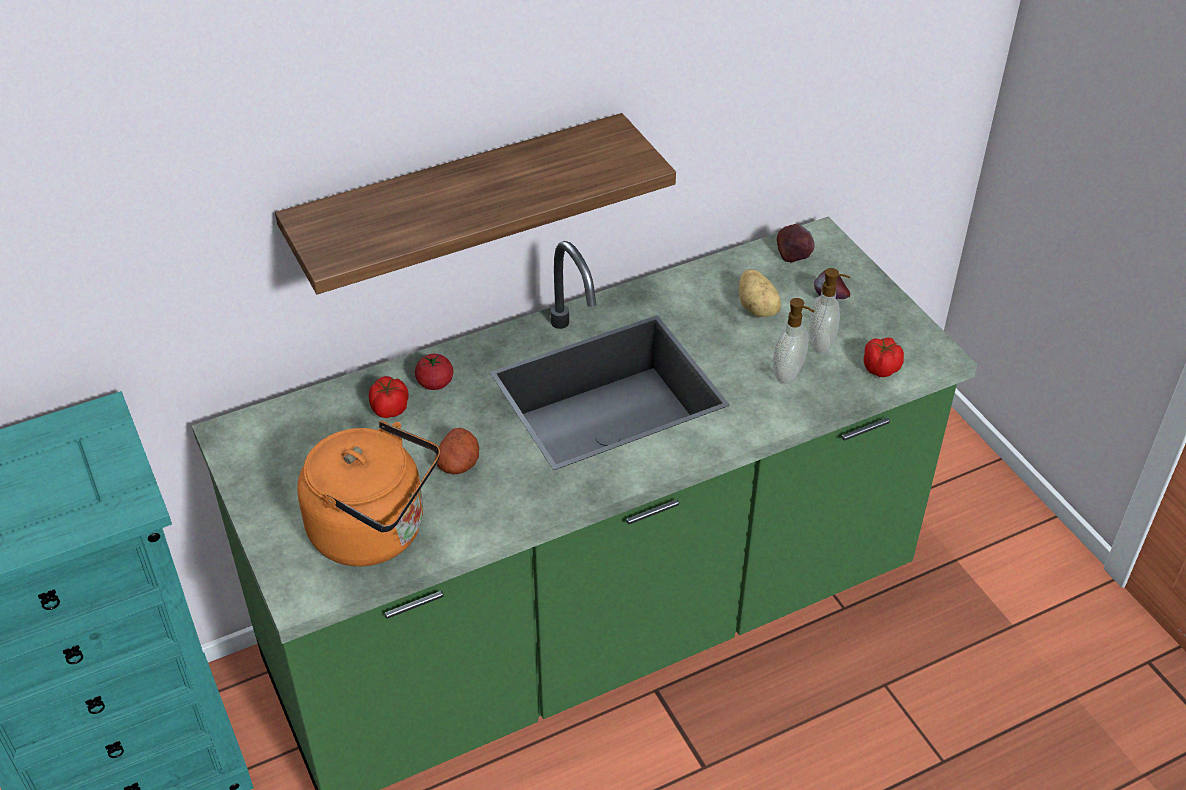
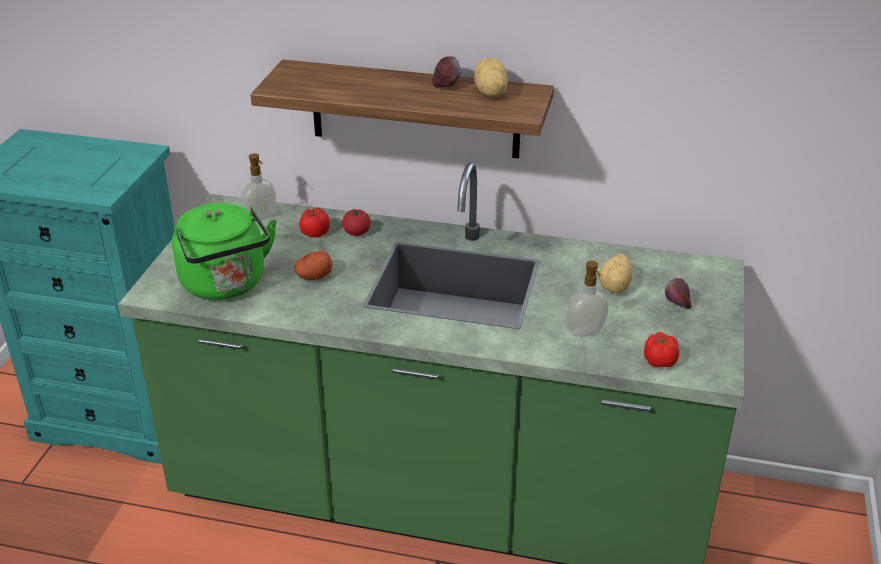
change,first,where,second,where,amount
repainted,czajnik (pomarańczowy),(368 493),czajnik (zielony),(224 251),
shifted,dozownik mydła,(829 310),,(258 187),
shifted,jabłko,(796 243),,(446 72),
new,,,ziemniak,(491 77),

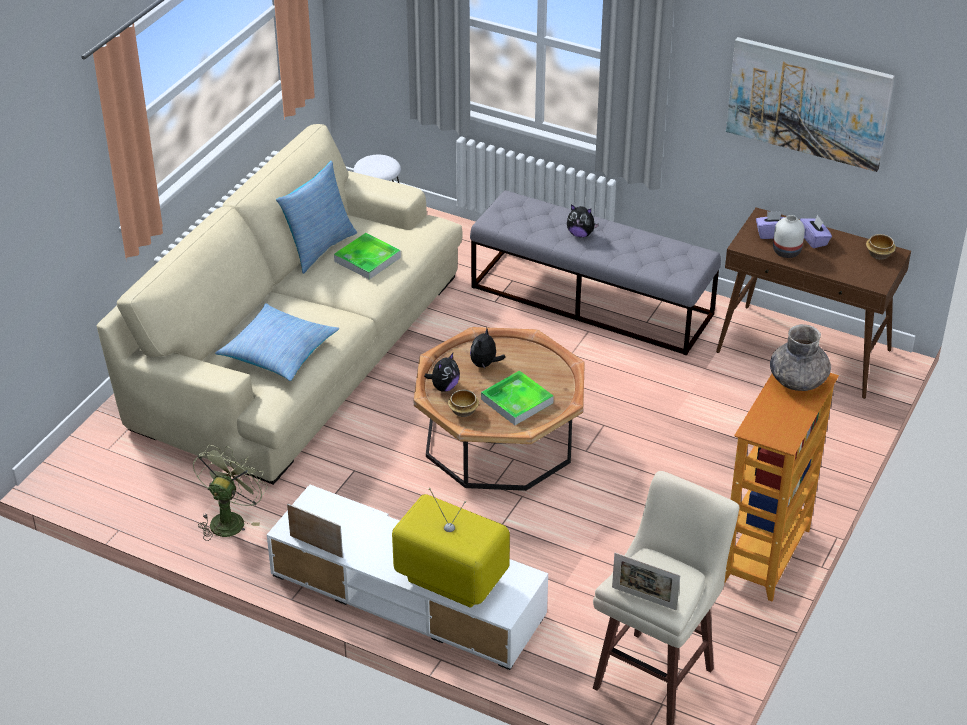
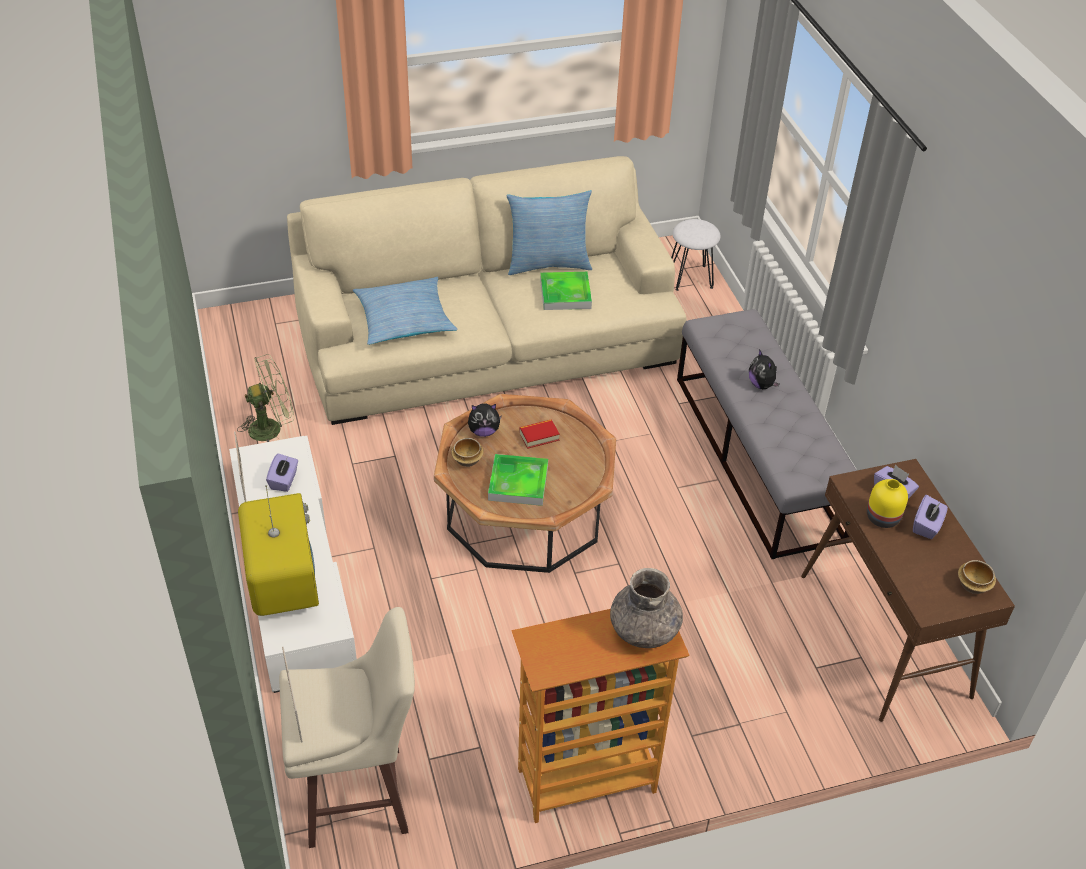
change,first,where,second,where,amount
new,,,pudełko chusteczek (fioletowy),(282 473),
swapped,pluszak,(487 347),książka,(539 434),
repainted,wazon (biały),(789 236),wazon (żółty),(887 503),
gone,obraz,(810 104),,,

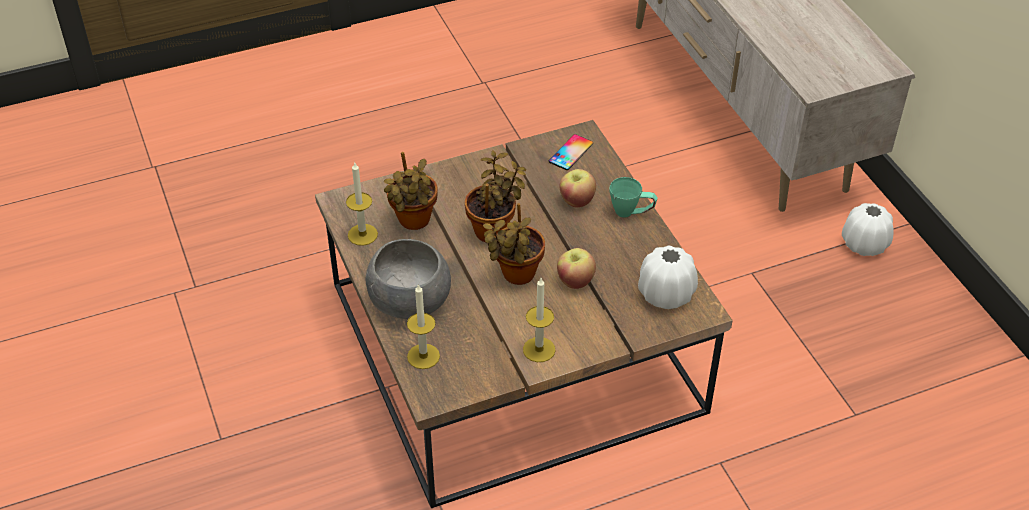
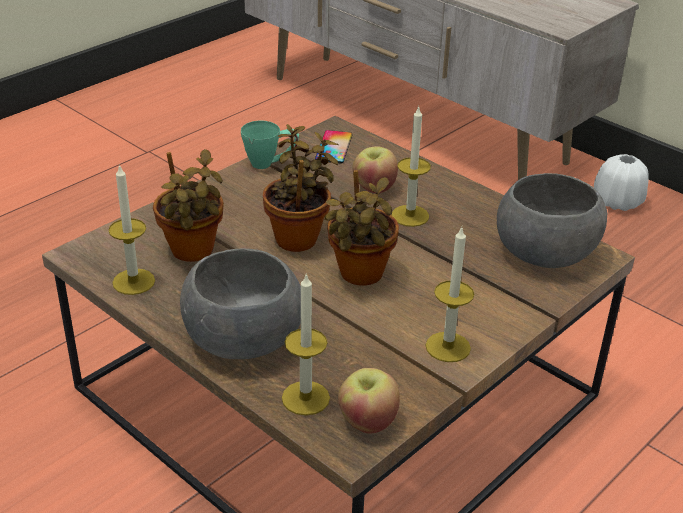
change,first,where,second,where,amount
shifted,kubek (zielony),(633 197),,(270 145),
shifted,jabłko,(576 268),,(369 401),
new,,,świeca,(411 166),
swapped,wazon (biały),(668 277),miska (szary),(552 220),

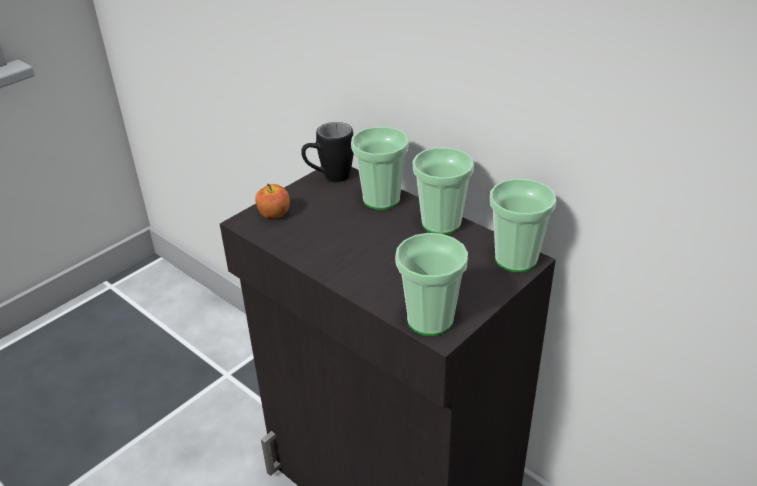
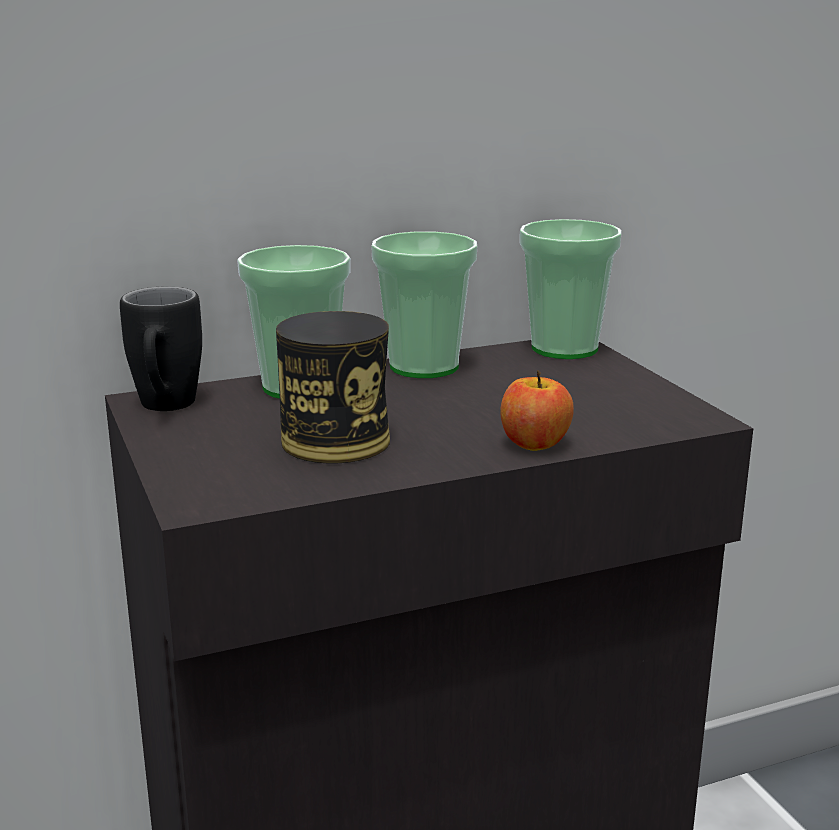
change,first,where,second,where,amount
new,,,puszka,(333 387),
shifted,jabłko,(272 201),,(537 410),
gone,filiżanka,(431 284),,,

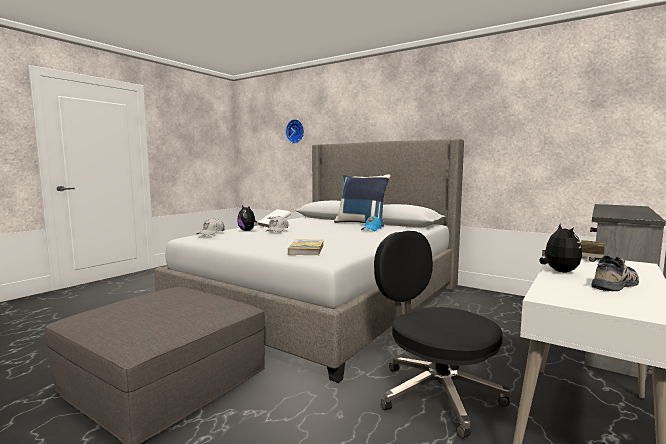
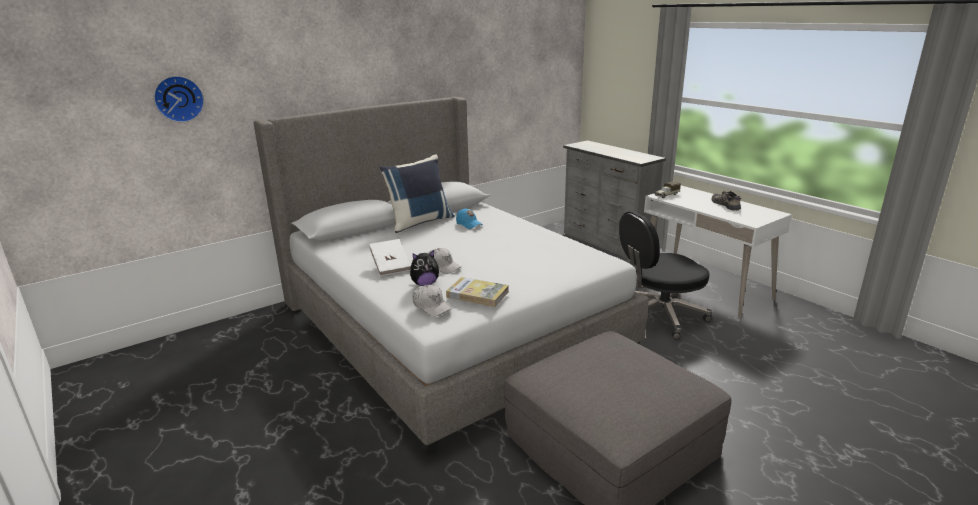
change,first,where,second,where,amount
shifted,książka,(306 247),,(477 292),
gone,pluszak,(561 247),,,

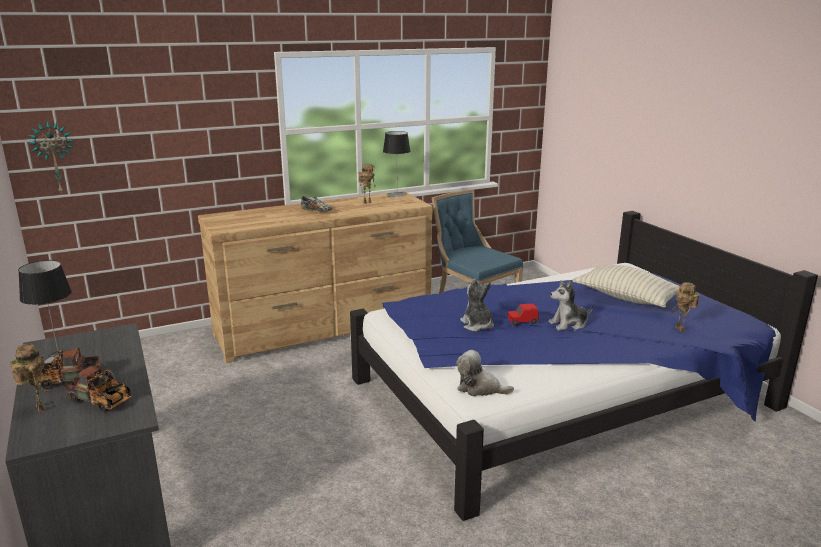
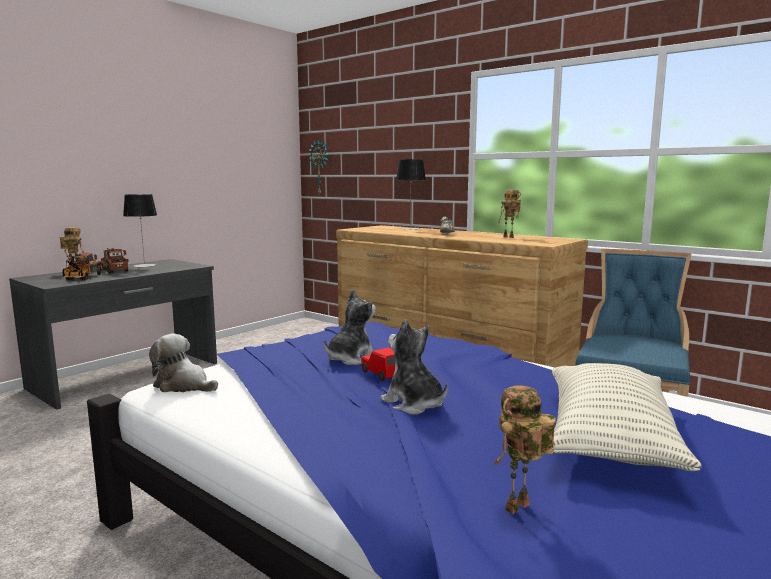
change,first,where,second,where,amount
rotated,pluszak,(485 373),,(183 362),60 degrees counterclockwise
shifted,lampa stołowa,(397 164),,(411 194),

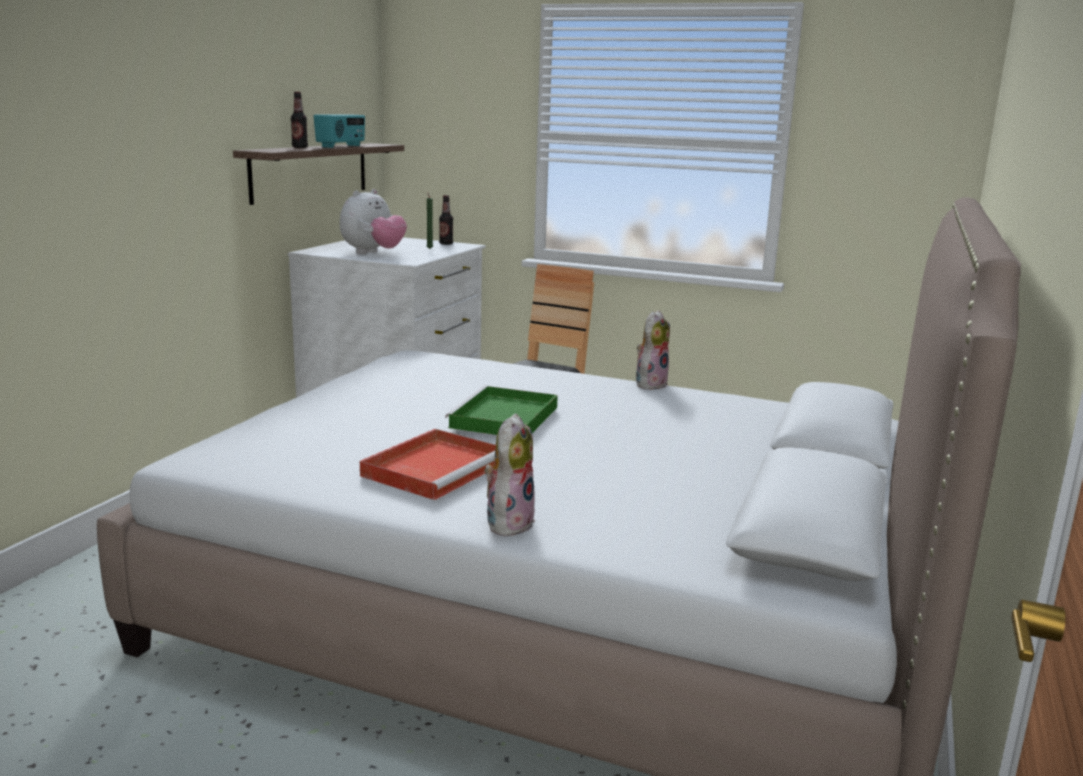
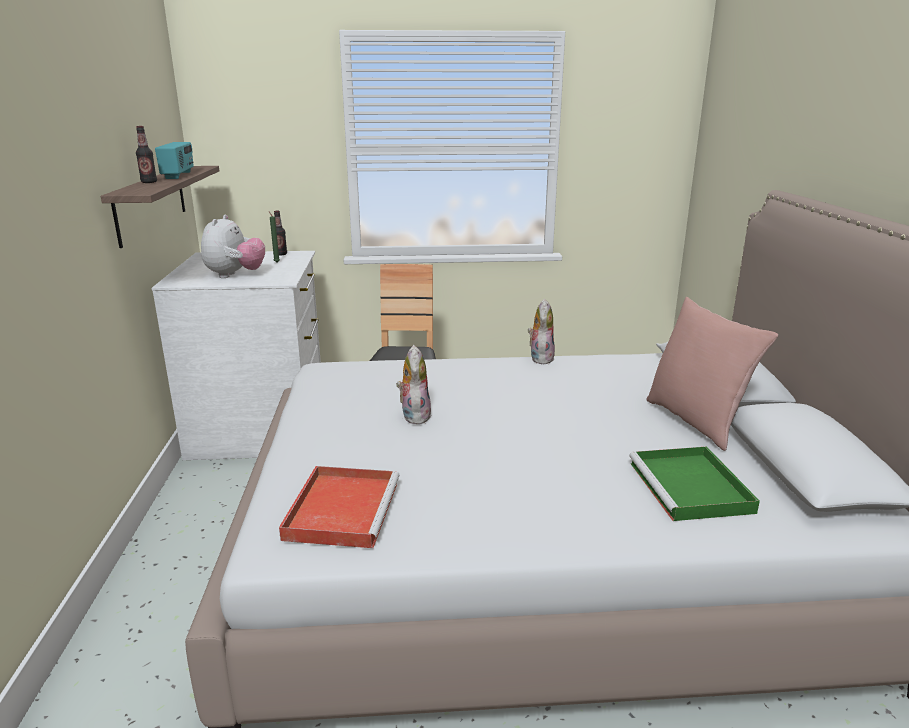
change,first,where,second,where,amount
shifted,taca (czerwony),(428 464),,(339 507),
shifted,pluszak,(509 475),,(413 385),
shifted,taca (zielony),(501 410),,(694 483),
new,,,poduszka (różowy),(712 374),

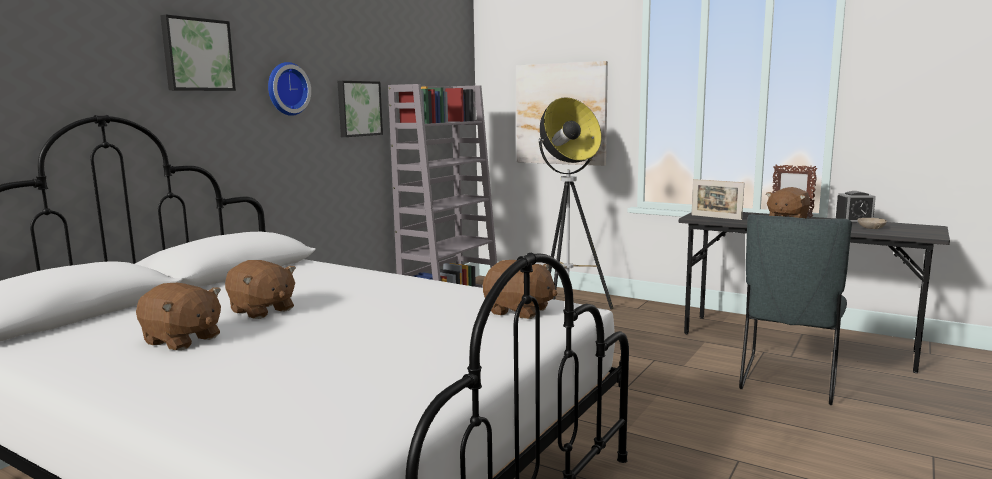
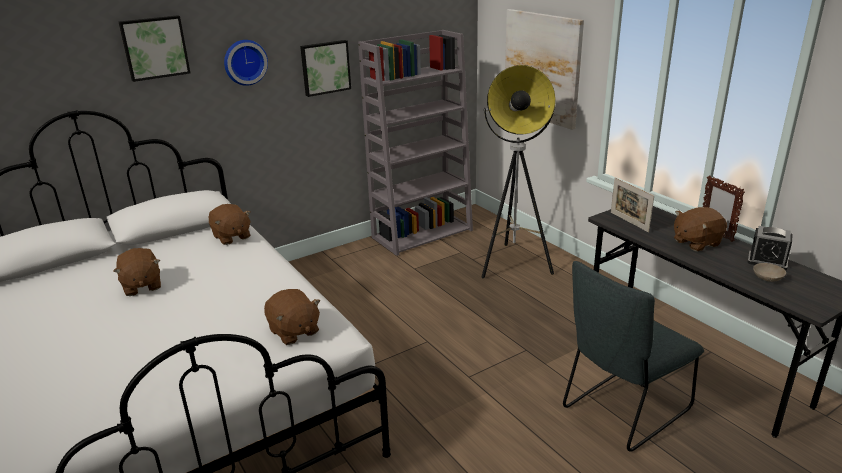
change,first,where,second,where,amount
shifted,pluszak (brązowy),(178 316),,(230 224),

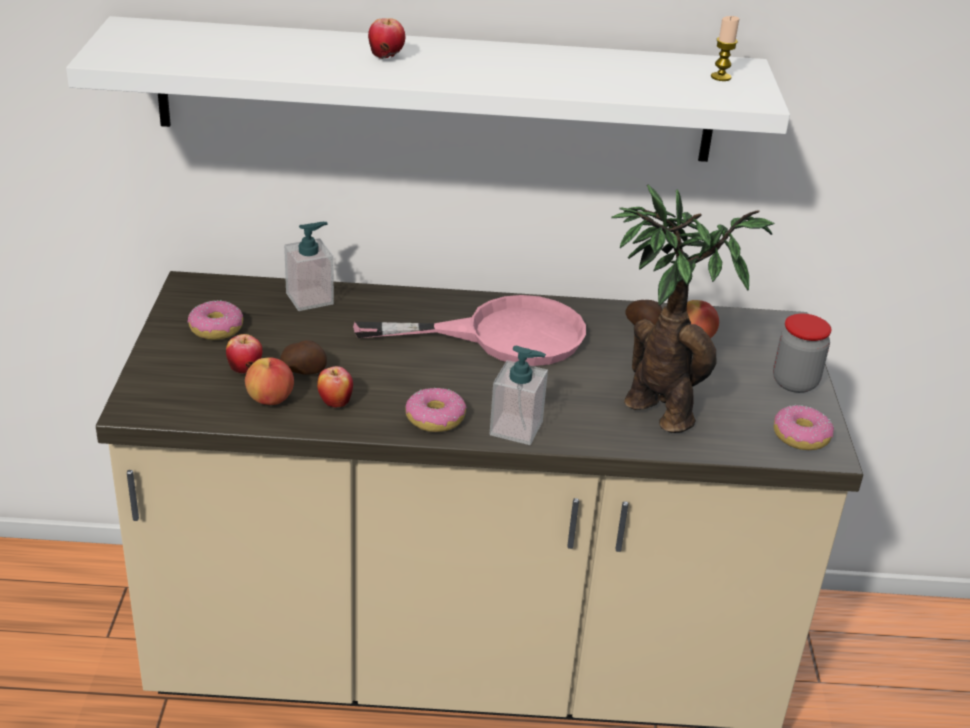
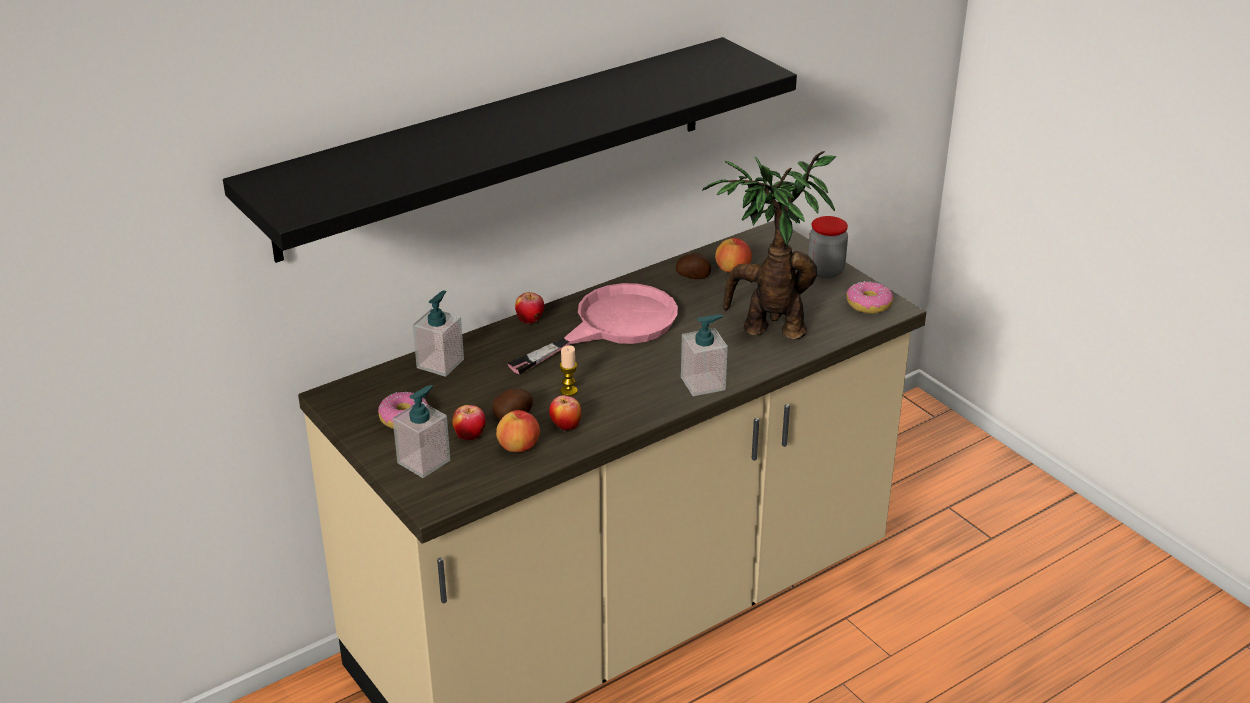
change,first,where,second,where,amount
repainted,półka (biały),(428 89),półka (czarny),(510 150),
new,,,dozownik mydła,(421 431),
shifted,jabłko,(386 38),,(529 308),
shifted,świeca,(725 48),,(569 370),
gone,donut,(436 410),,,

